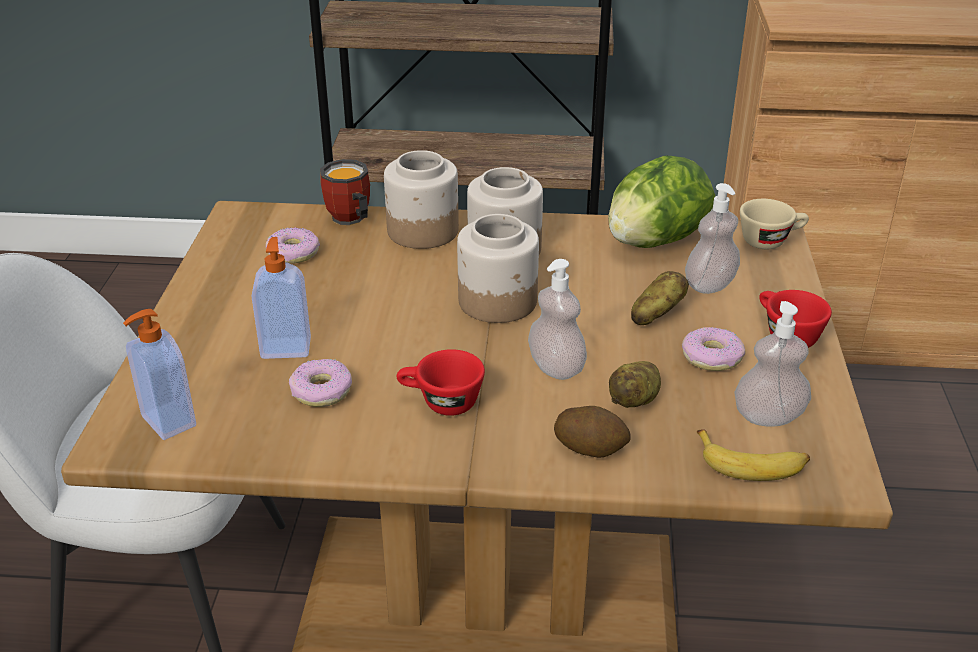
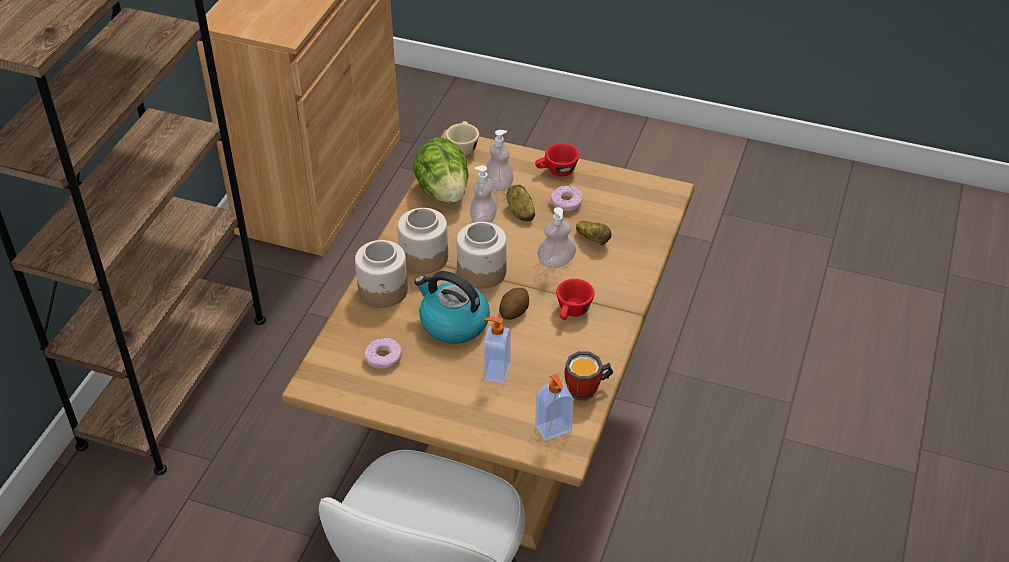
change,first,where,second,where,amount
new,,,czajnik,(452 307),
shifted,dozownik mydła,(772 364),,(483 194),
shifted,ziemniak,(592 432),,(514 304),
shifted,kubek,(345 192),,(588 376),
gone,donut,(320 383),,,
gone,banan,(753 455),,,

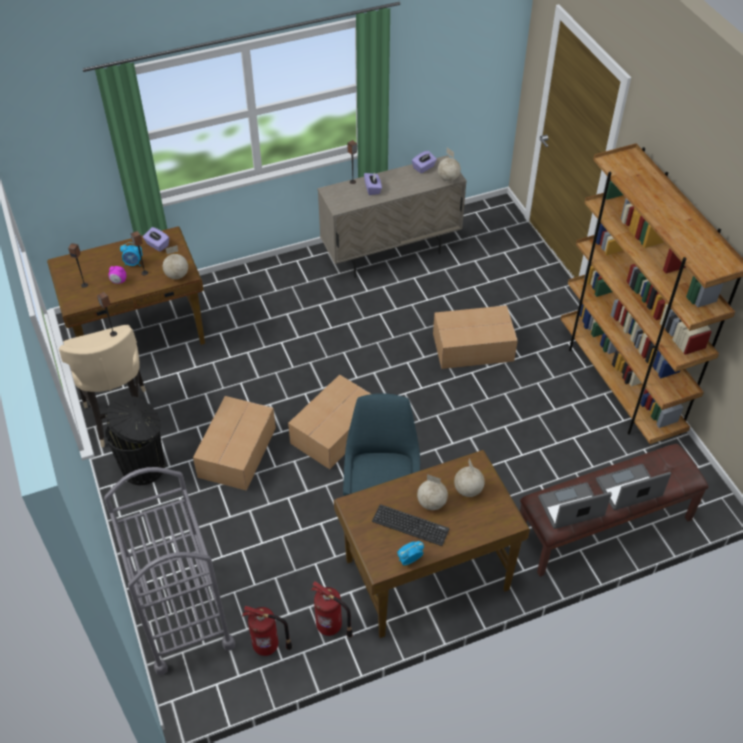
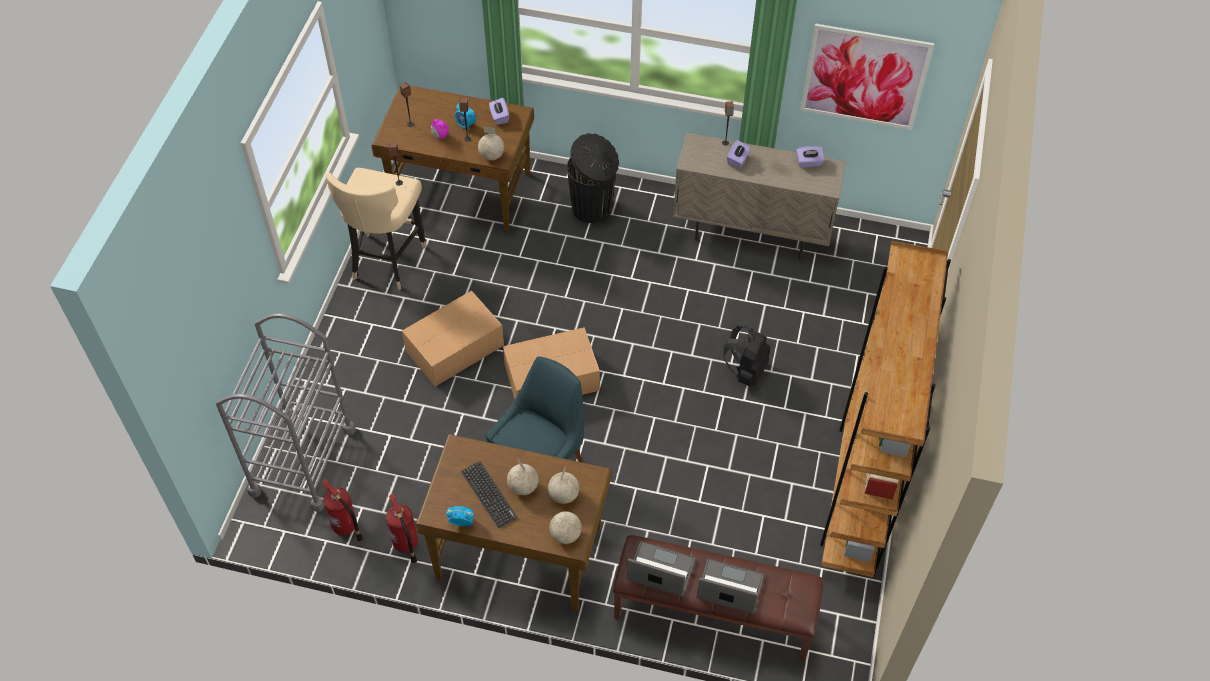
change,first,where,second,where,amount
shifted,globus,(449 164),,(565 527),
shifted,kosz na śmieci (czarny),(135 440),,(593 178),
swapped,karton,(475 337),plecak (czarny),(746 356),
new,,,obraz,(867 76),

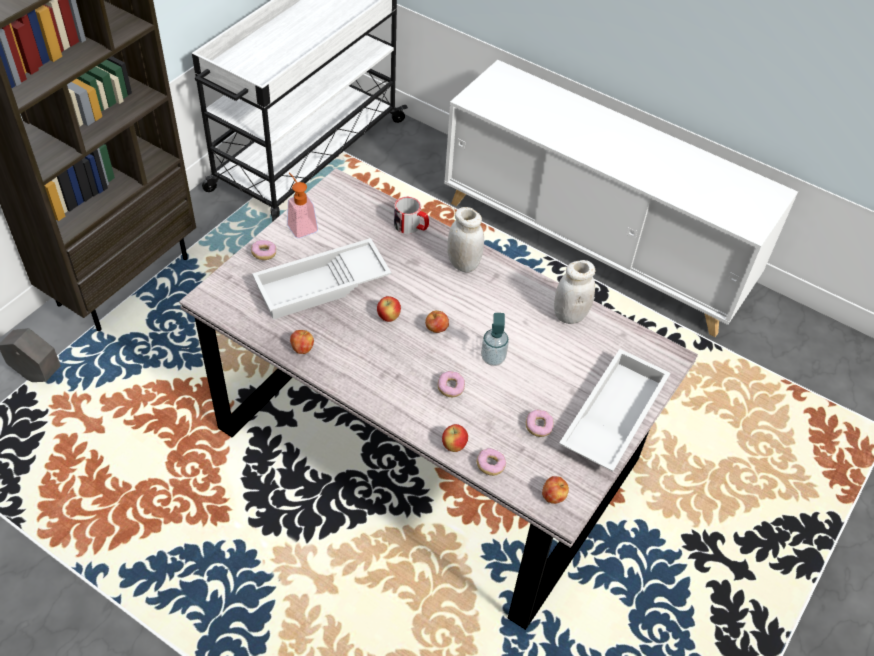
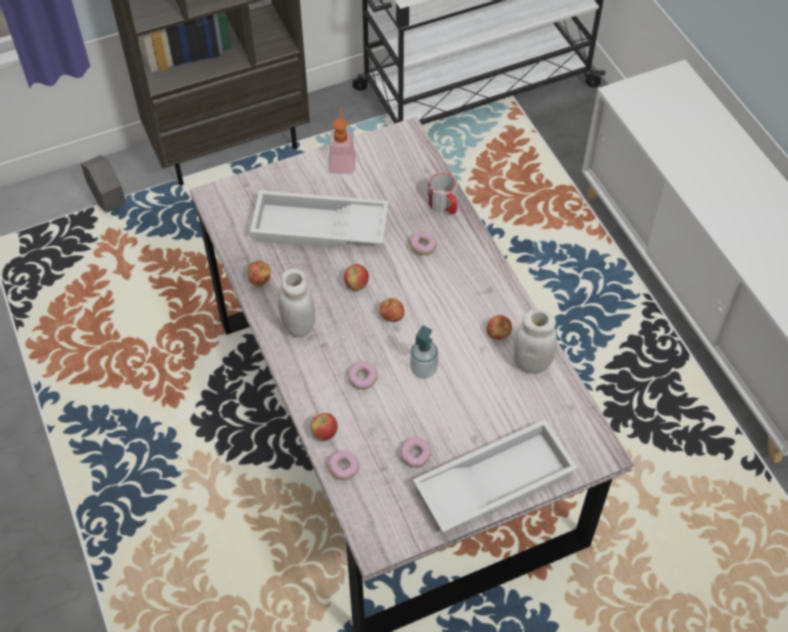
change,first,where,second,where,amount
shifted,słoik (biały),(465 239),,(296 303),
shifted,donut,(263 250),,(423 243),
shifted,jabłko,(555 490),,(499 327),

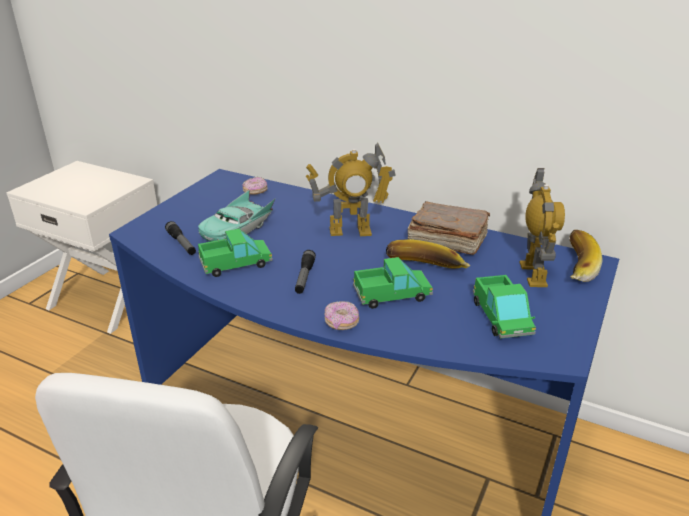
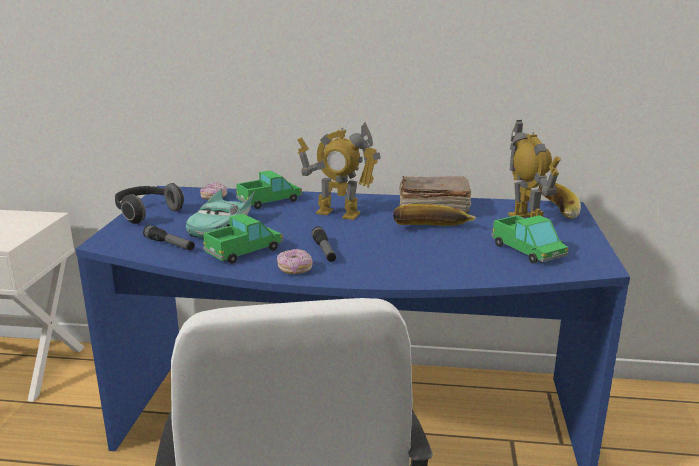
change,first,where,second,where,amount
new,,,słuchawki,(149 203),
shifted,ciężarówka zabawkowa,(393 283),,(269 189),
shifted,donut,(342 315),,(294 261),
rotated,robot zabawkowy,(351 189),,(339 171),45 degrees clockwise

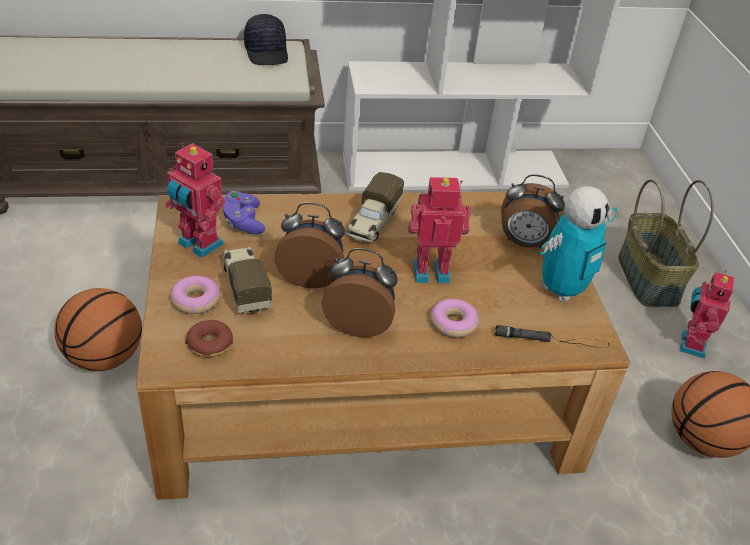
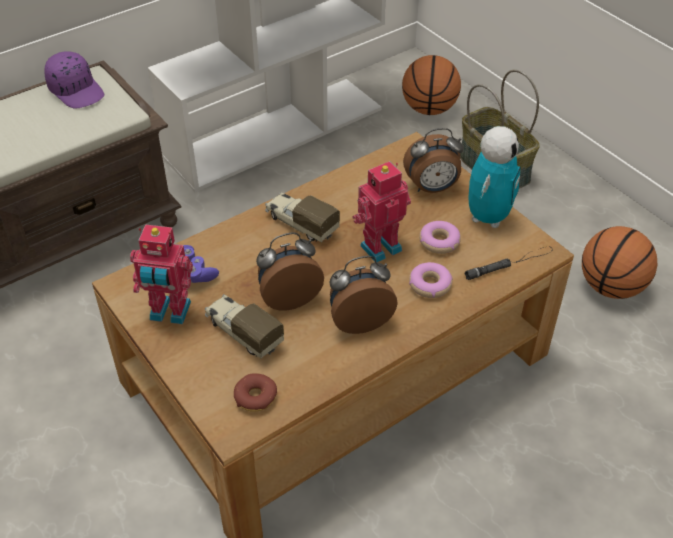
change,first,where,second,where,amount
repainted,czapka z daszkiem (czarny),(266 39),czapka z daszkiem (fioletowy),(74 80),
rotated,ciężarówka zabawkowa,(375 207),,(302 217),135 degrees clockwise
shifted,piłka do koszykówki,(98 329),,(431 85),
shifted,donut,(195 295),,(440 237),
gone,robot zabawkowy,(707 315),,,

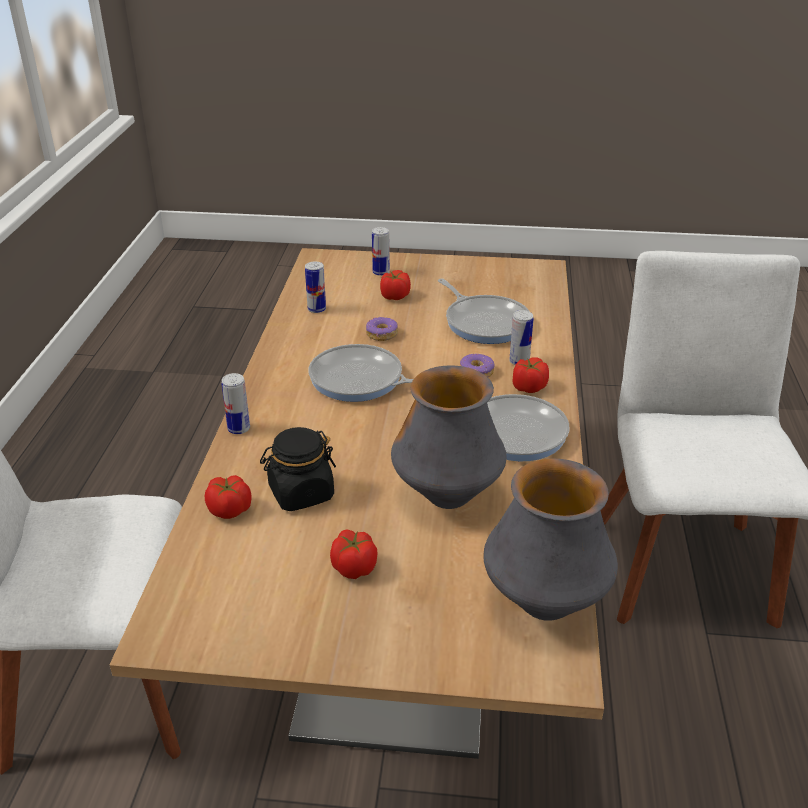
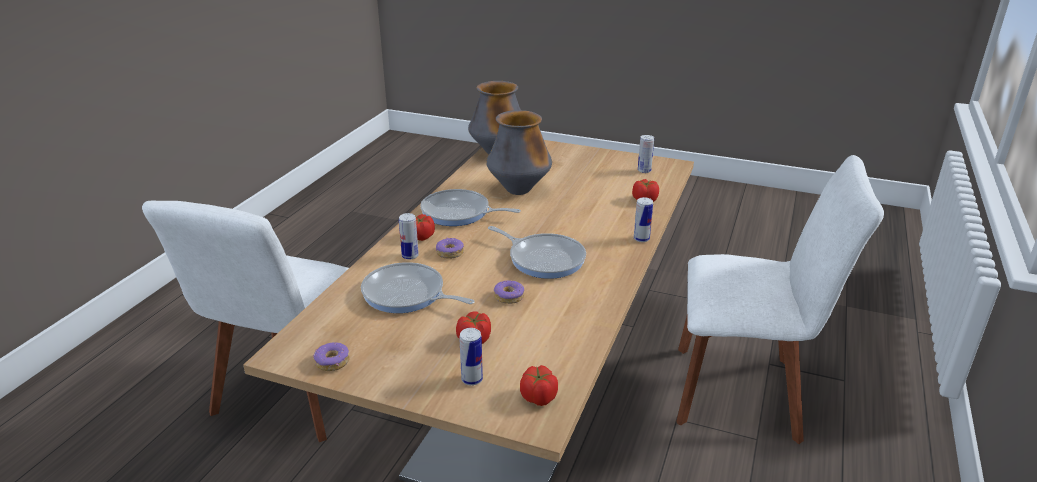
change,first,where,second,where,amount
new,,,donut,(331 356),
rotated,patelnia,(484 311),,(418 287),45 degrees counterclockwise
shifted,pomidor,(354 554),,(539 385),
shifted,puszka,(315 287),,(646 154),
gone,słoik (czarny),(298 469),,,

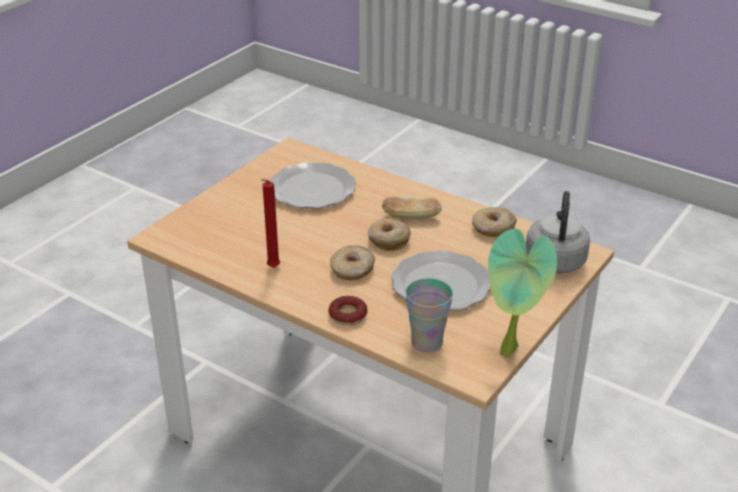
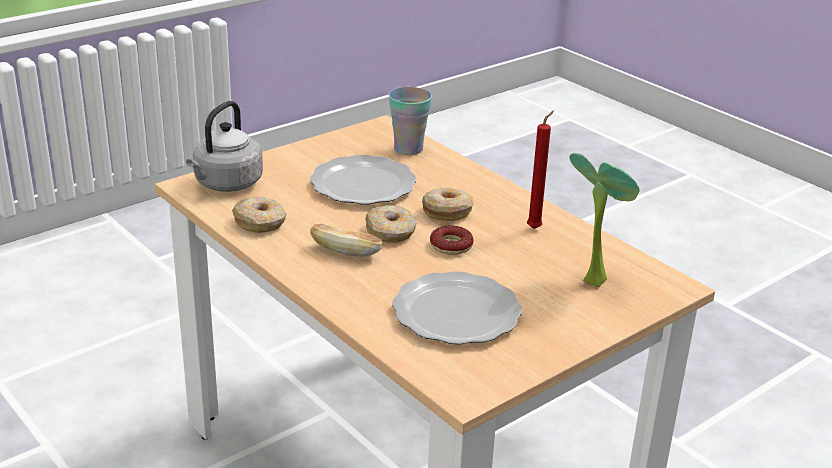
change,first,where,second,where,amount
shifted,donut,(348 310),,(451 240),
shifted,roślina doniczkowa,(522 293),,(604 220),

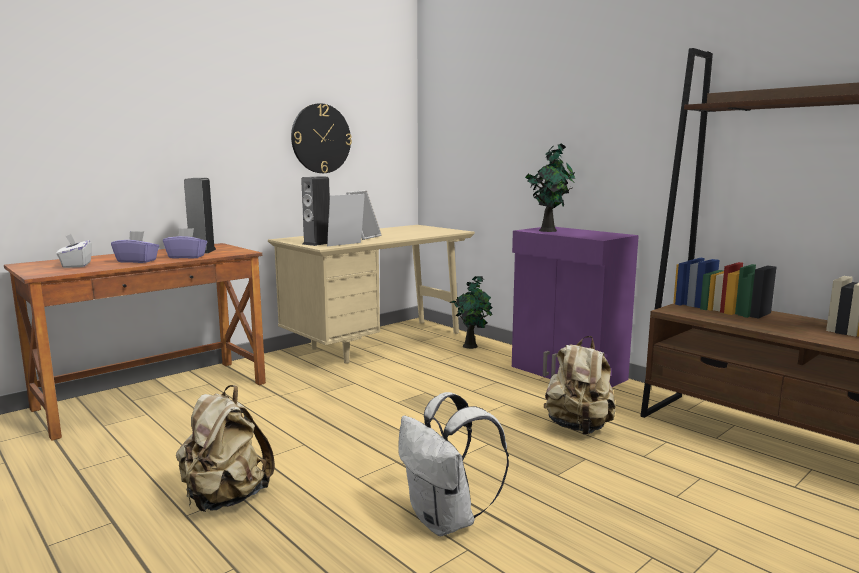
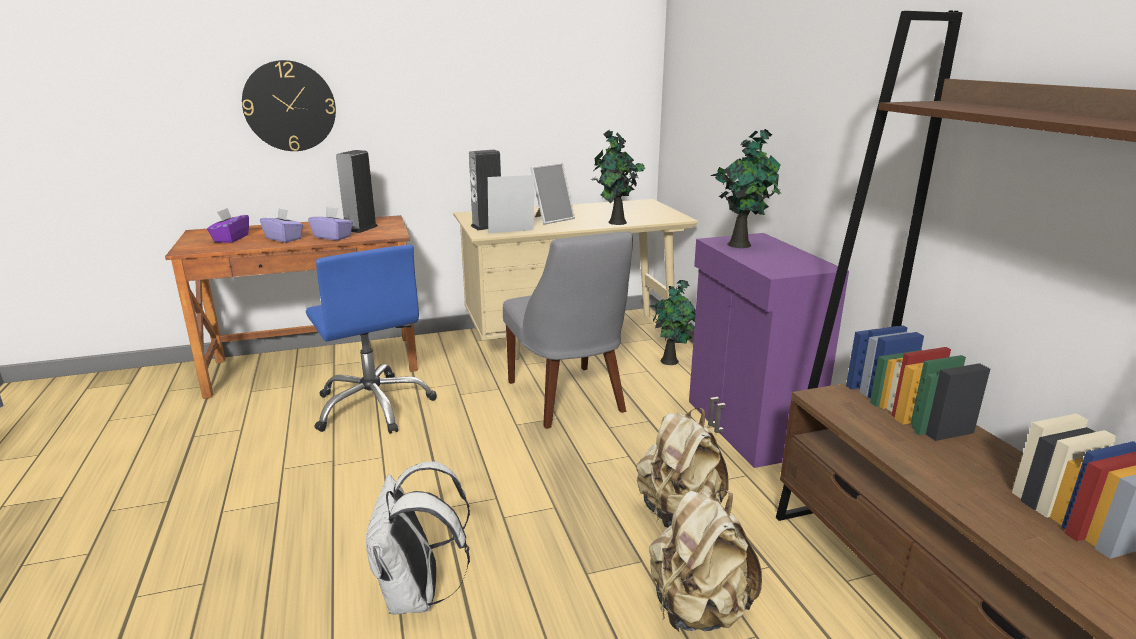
change,first,where,second,where,amount
repainted,pudełko chusteczek (biały),(74 251),pudełko chusteczek (fioletowy),(228 225),
shifted,zegar ścienny,(321 138),,(289 105),
new,,,krzesło biurowe (niebieski),(371 339),
new,,,krzesło (szary),(568 330),
new,,,roślina doniczkowa,(618 177),
shifted,plecak (beżowy),(225 448),,(705 560),

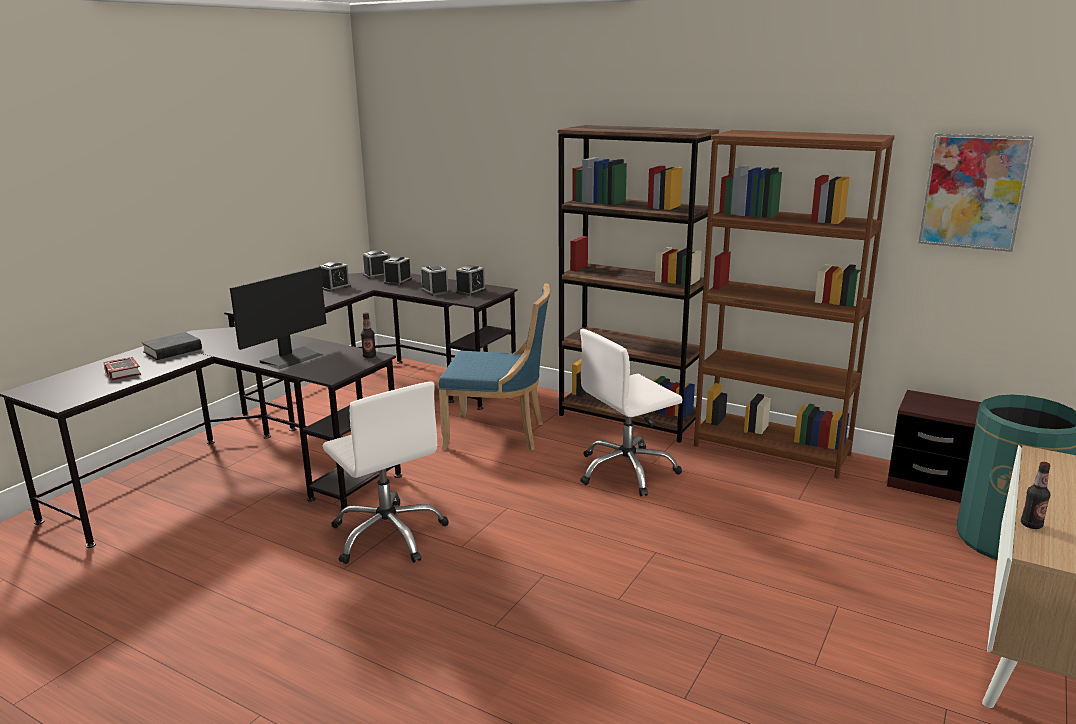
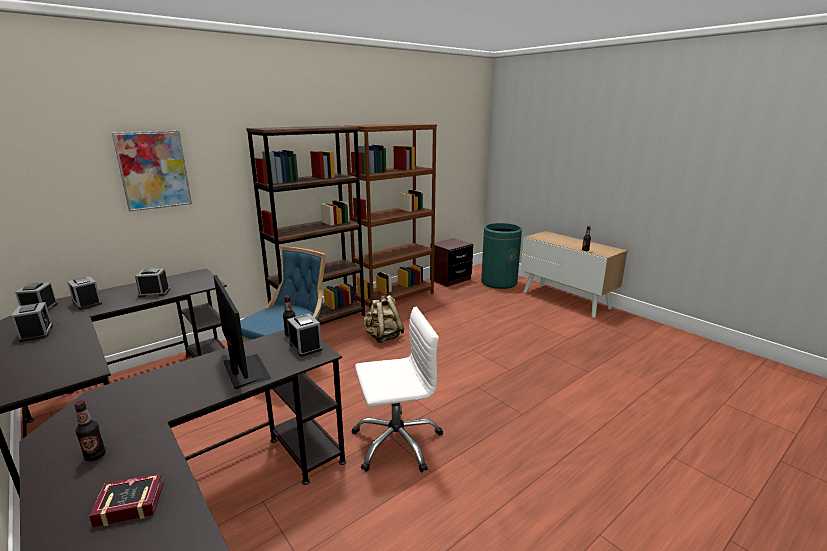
change,first,where,second,where,amount
swapped,książka (czarny),(172 346),butelka,(90 430),
shifted,obraz,(976 192),,(152 171),
shifted,budzik,(471 280),,(304 335),
swapped,krzesło biurowe (biały),(631 412),plecak (beżowy),(383 319),

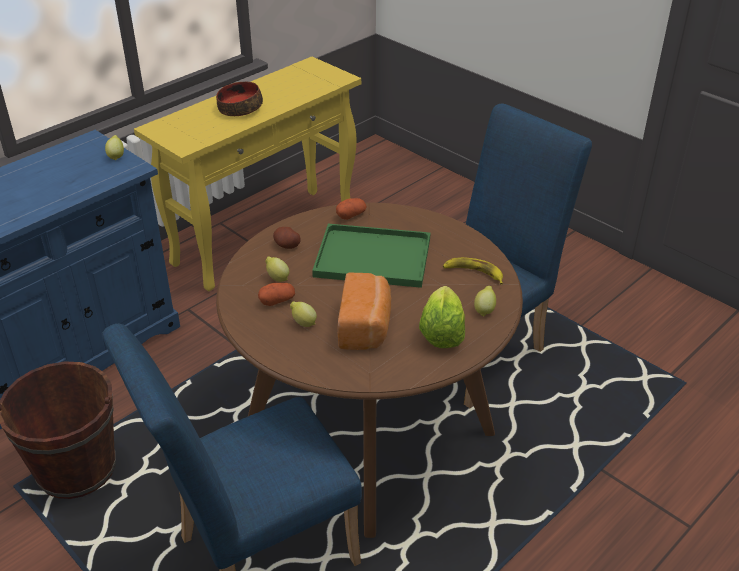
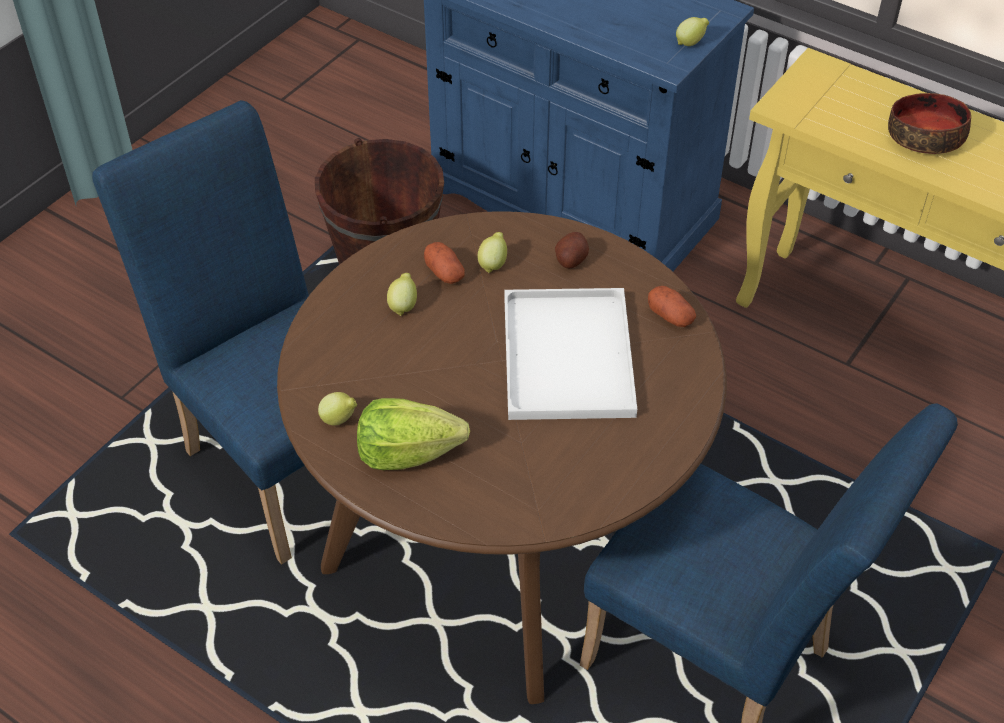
change,first,where,second,where,amount
shifted,cytryna,(485 301),,(337 408),
repainted,taca (zielony),(371 256),taca (biały),(570 354),
gone,chleb,(364 311),,,
gone,banan,(473 270),,,

